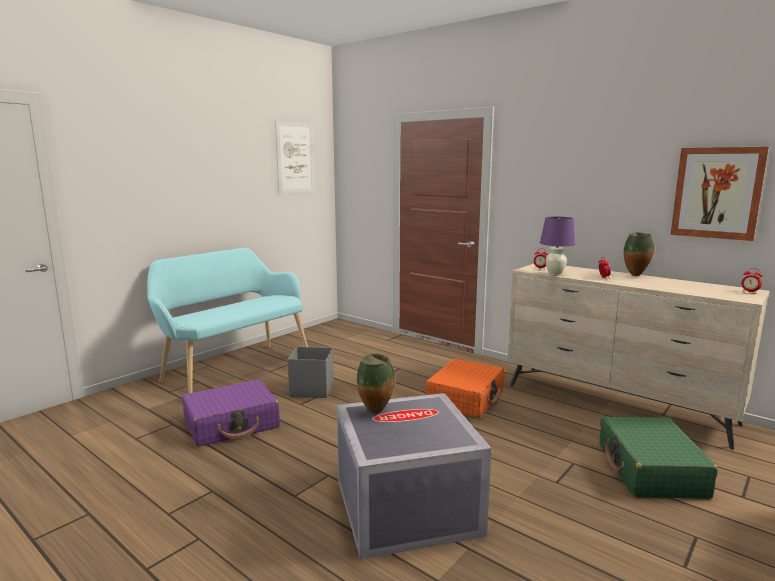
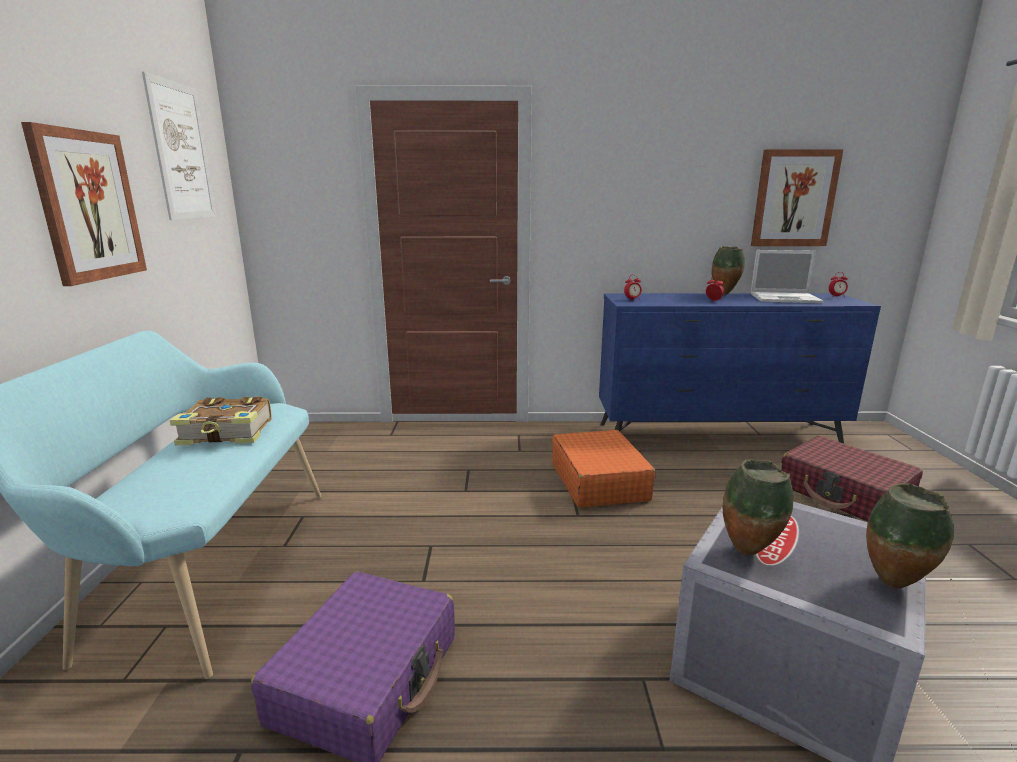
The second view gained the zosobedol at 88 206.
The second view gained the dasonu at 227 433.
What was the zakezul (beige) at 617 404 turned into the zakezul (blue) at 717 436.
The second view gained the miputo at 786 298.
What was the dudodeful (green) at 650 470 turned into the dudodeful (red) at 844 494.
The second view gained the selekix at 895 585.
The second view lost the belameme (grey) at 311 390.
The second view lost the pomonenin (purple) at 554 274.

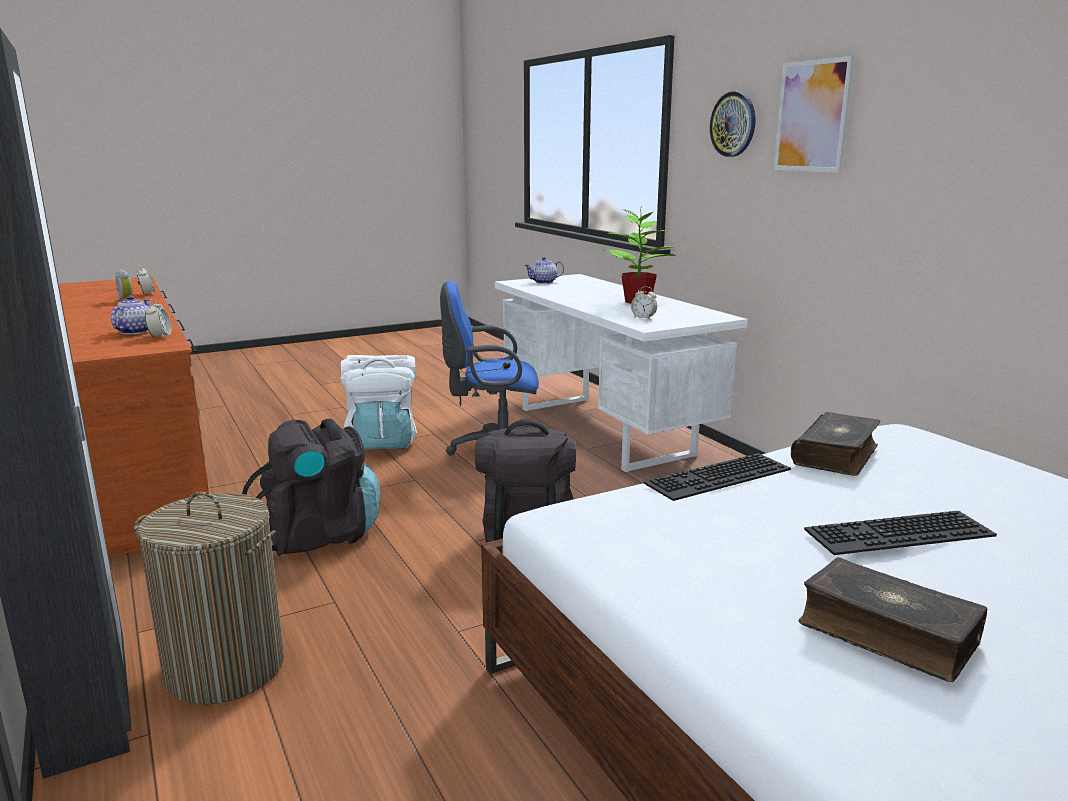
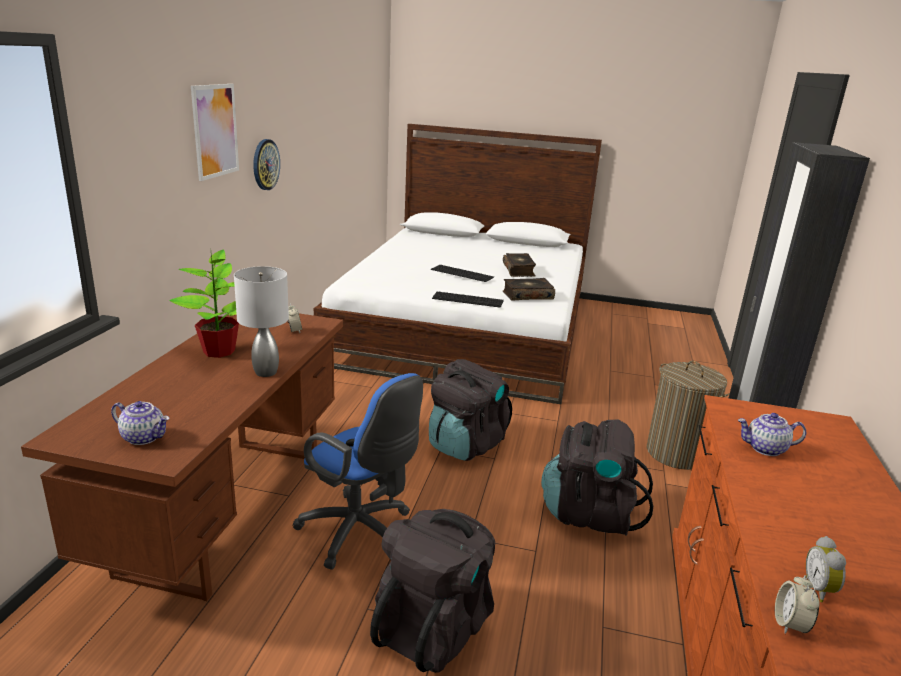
What was the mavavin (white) at 604 431 turned into the mavavin (brown) at 227 508.
The second view gained the pomonenin (grey) at 266 372.
The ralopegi ended up elsewhere, having gone from 733 124 to 265 164.
What was the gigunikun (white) at 383 441 turned into the gigunikun (black) at 434 627.
The dasonu ended up elsewhere, having gone from 837 455 to 527 295.
The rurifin at 134 331 ended up facing another way, 45 degrees clockwise from before.
The second view lost the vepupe at 160 336.

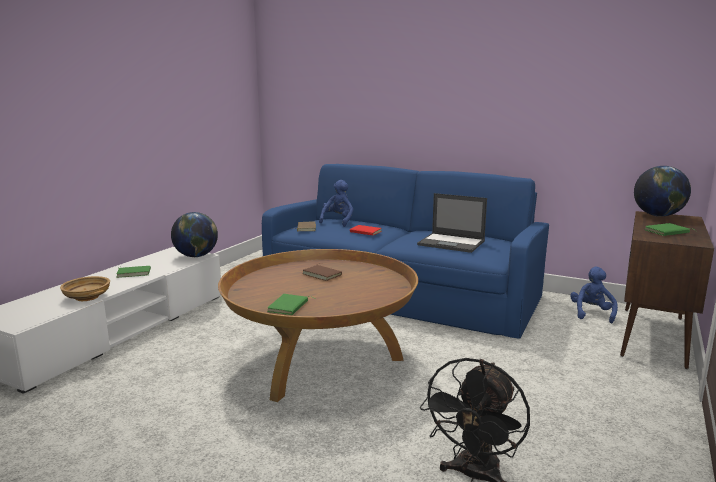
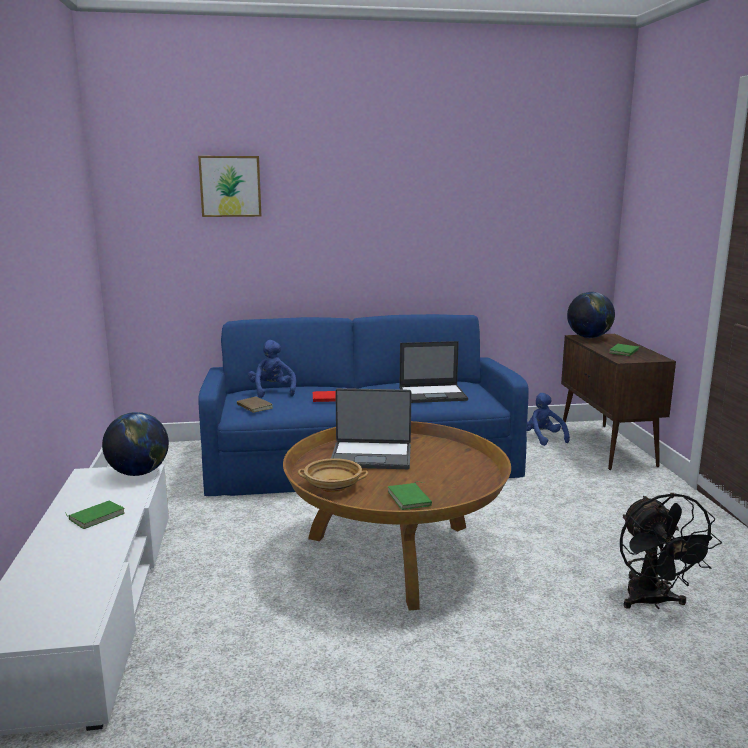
The second view gained the zosobedol at 230 186.
The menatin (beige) ended up elsewhere, having gone from 86 297 to 332 486.
Where the dasonu (brown) stood at 323 274, the miputo came to stand at 371 456.

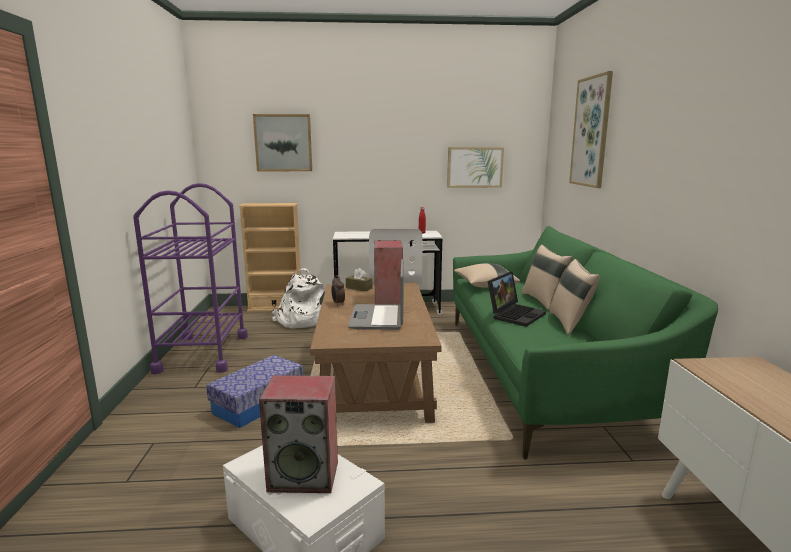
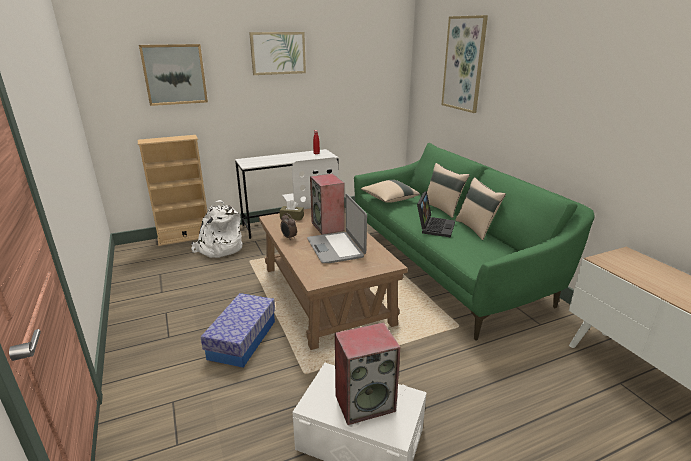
The zosobedol ended up elsewhere, having gone from 474 167 to 278 53.
The second view lost the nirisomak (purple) at 203 353.

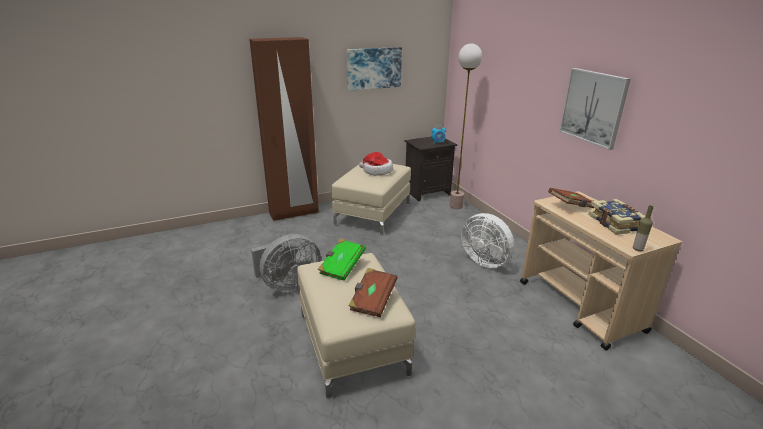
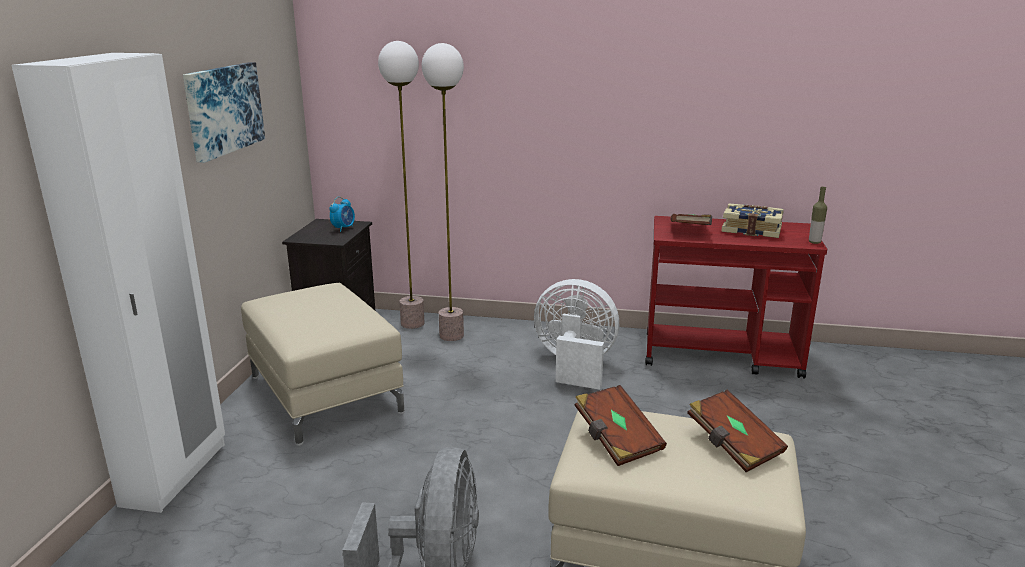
What was the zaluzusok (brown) at 294 213 turned into the zaluzusok (white) at 176 474.
The second view gained the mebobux at 452 335.
The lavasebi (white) at 486 261 ended up facing another way, 150 degrees counterclockwise from before.
What was the dasonu (green) at 341 267 turned into the dasonu (brown) at 616 439.
What was the nirisomak (beige) at 580 307 turned into the nirisomak (red) at 722 355.
The second view lost the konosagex at 376 171.
The second view lost the zosobedol at 593 107.

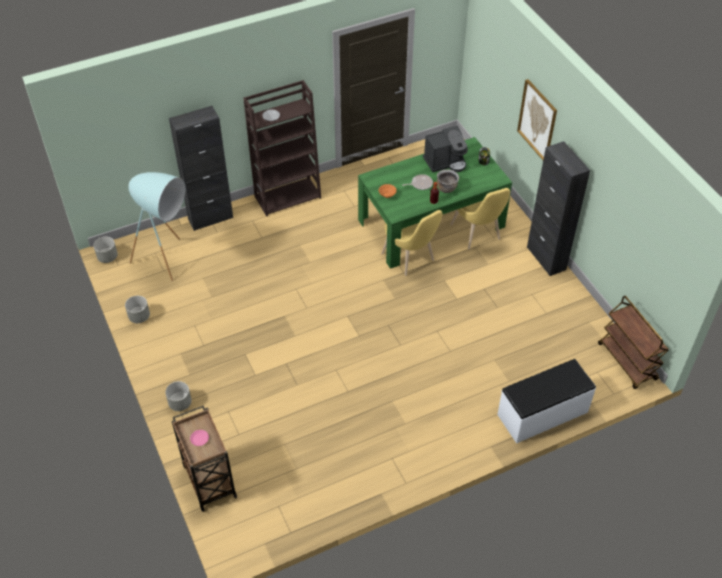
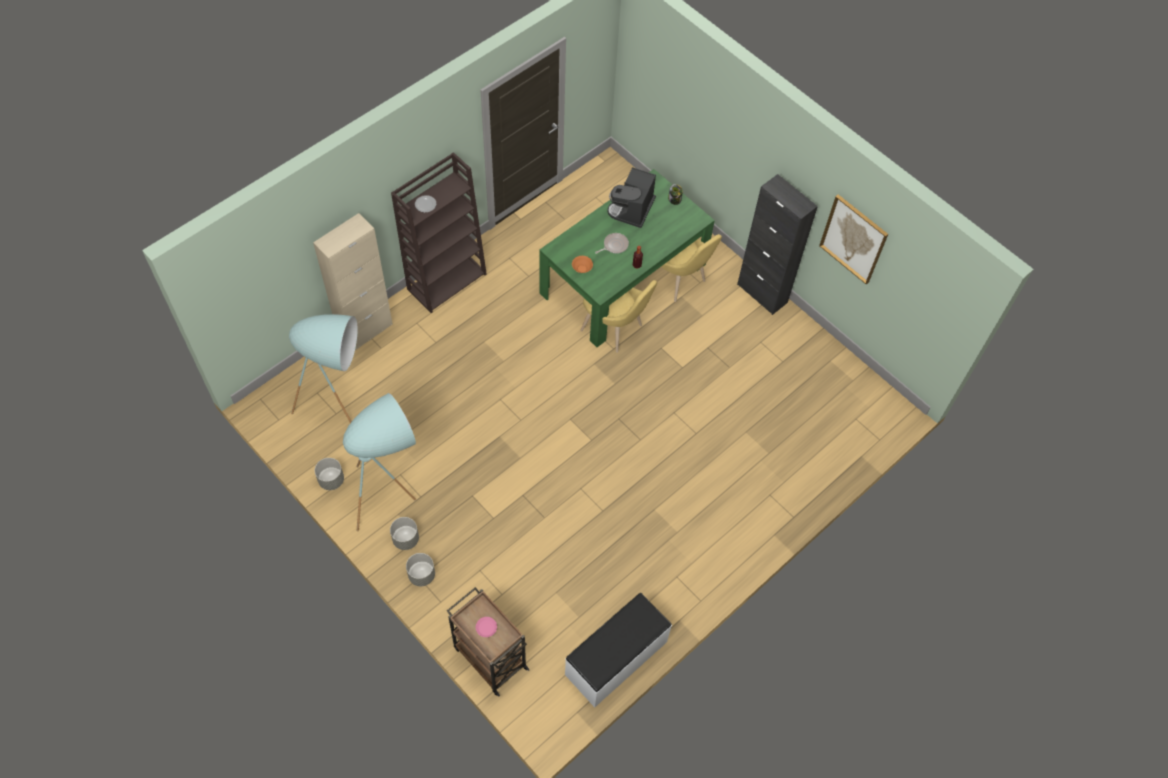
What was the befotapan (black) at 210 218 turned into the befotapan (beige) at 365 331.
The second view gained the mebobux (turquoise) at 389 492.
The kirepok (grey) ended up elsewhere, having gone from 107 257 to 405 539.
The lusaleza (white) ended up elsewhere, having gone from 543 414 to 616 659.
The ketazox at 445 162 ended up facing another way, 150 degrees clockwise from before.
The zosobedol ended up elsewhere, having gone from 537 120 to 853 239.
The second view lost the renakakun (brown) at 446 188.
The second view lost the nirisomak (brown) at 627 362.

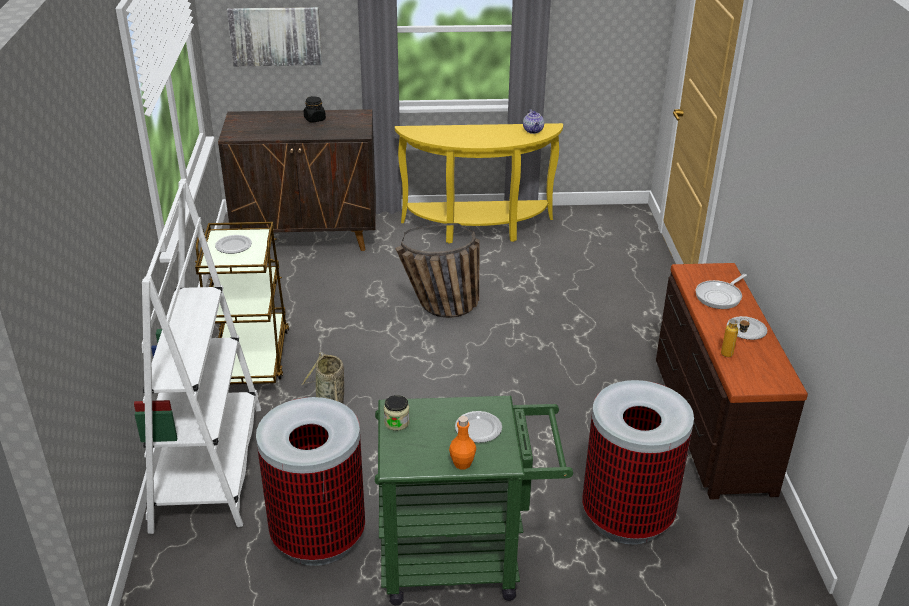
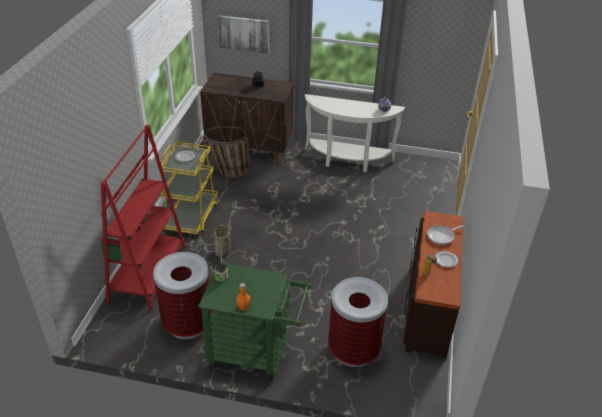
What was the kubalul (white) at 209 466 turned into the kubalul (red) at 148 273.
What was the nirisomak (brown) at 251 357 turned into the nirisomak (yellow) at 192 216.
The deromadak ended up elsewhere, having gone from 439 309 to 226 172.
What was the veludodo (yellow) at 478 230 turned into the veludodo (white) at 347 161.
The second view lost the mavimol at 478 429.

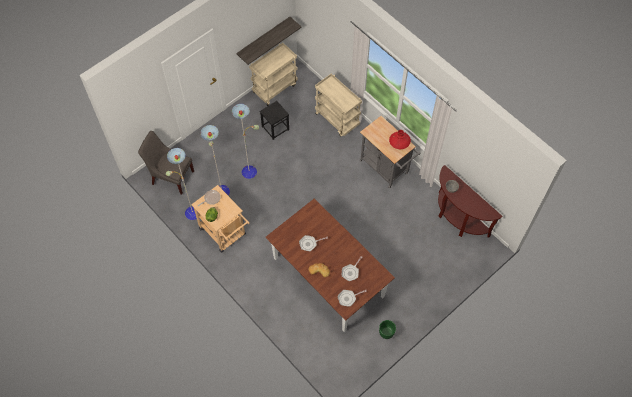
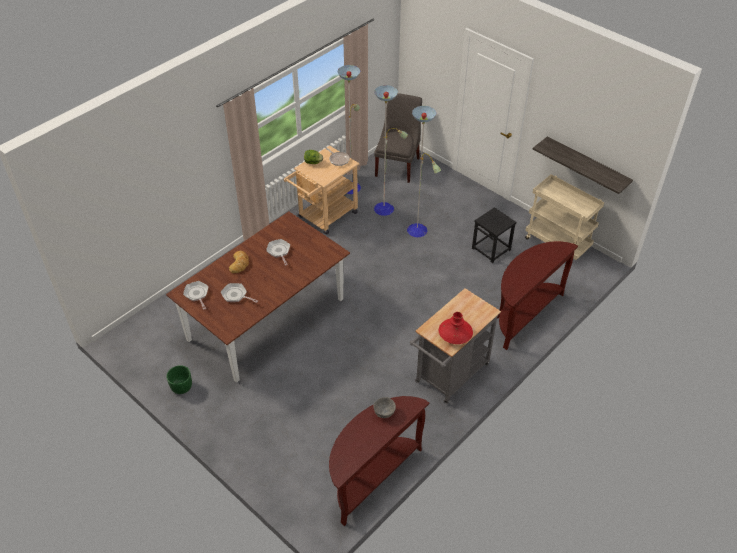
Where the nirisomak (beige) stood at 337 119, the veludodo (brown) came to stand at 524 314.

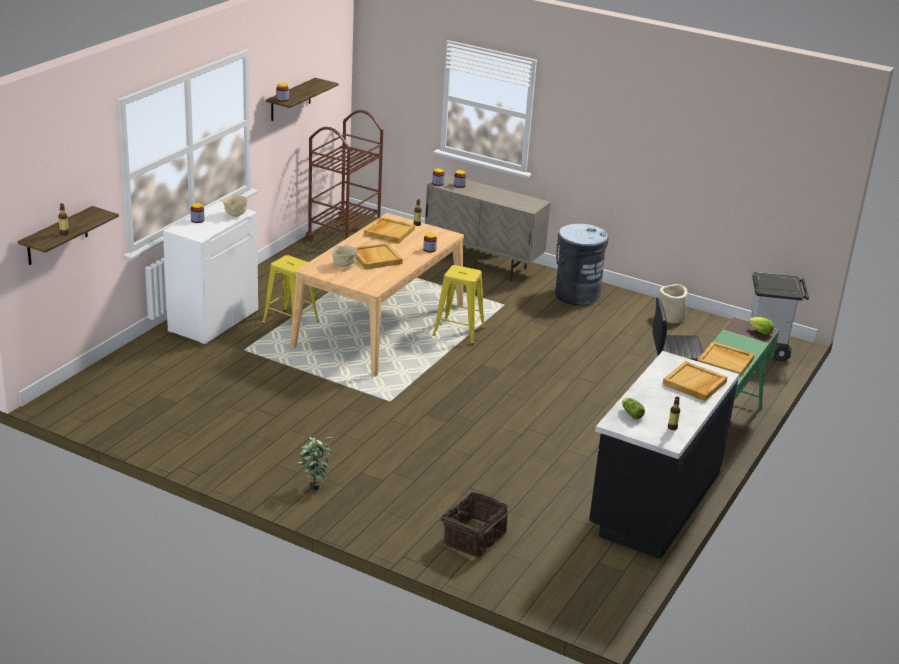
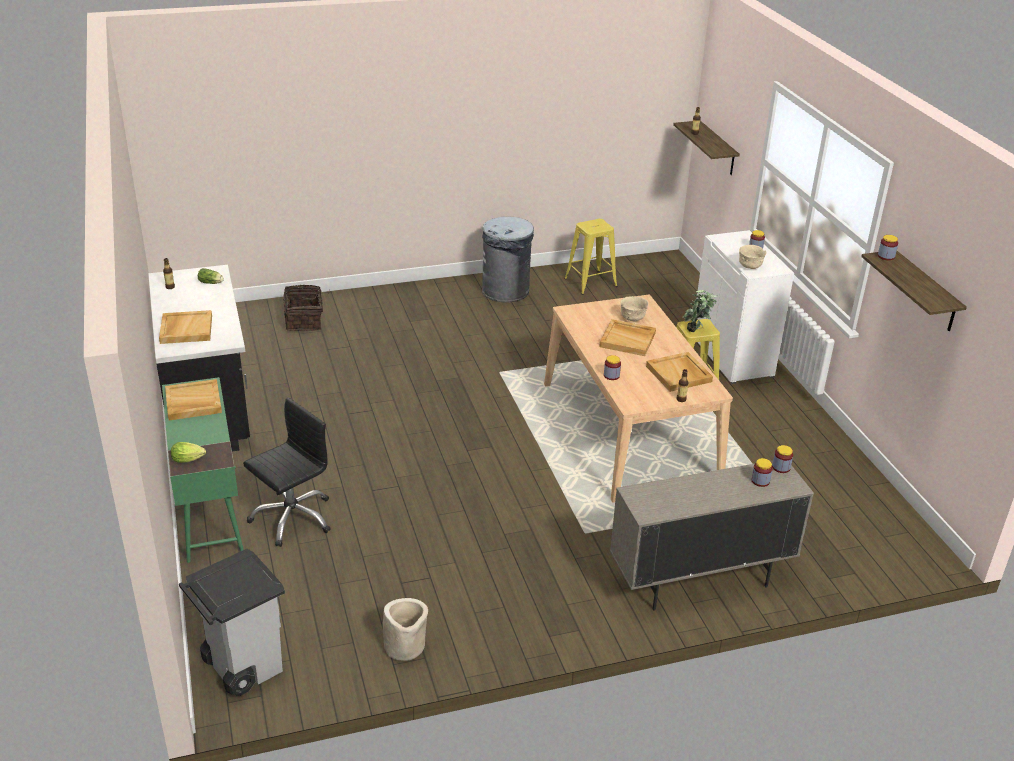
The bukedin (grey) ended up elsewhere, having gone from 576 295 to 506 291.
The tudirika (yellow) ended up elsewhere, having gone from 458 331 to 590 282.
The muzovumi ended up elsewhere, having gone from 314 485 to 696 333.
The second view lost the nirisomak (brown) at 344 234.

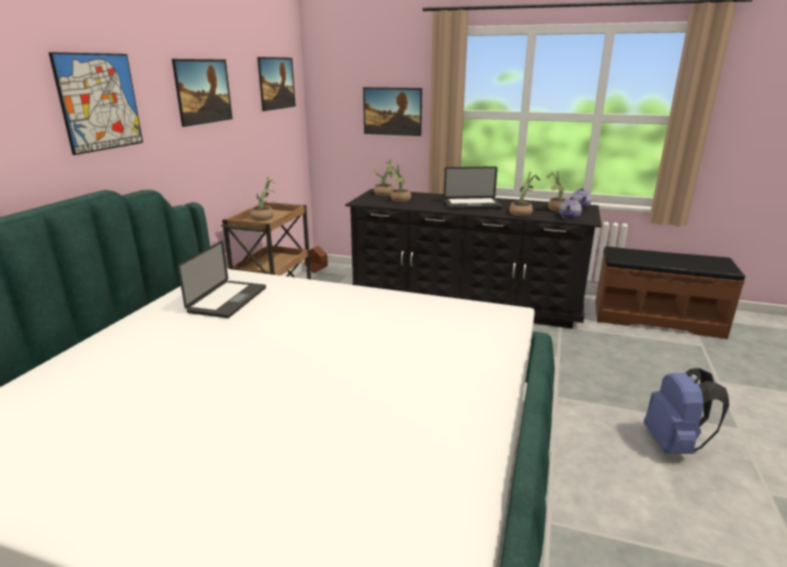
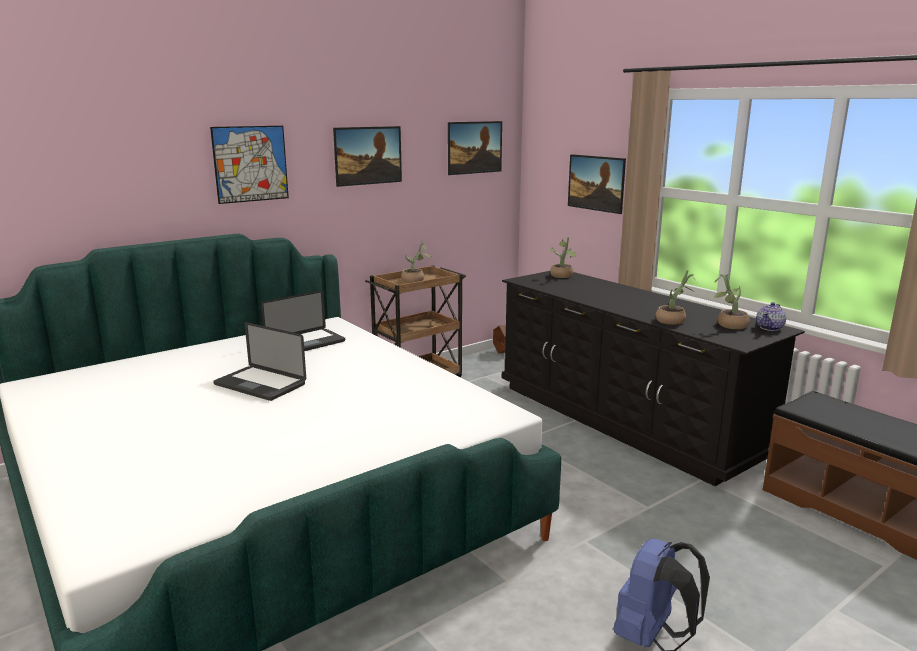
The miputo ended up elsewhere, having gone from 472 205 to 260 384.
The second view lost the muzovumi at 399 200.
The second view lost the rurifin at 569 217.

